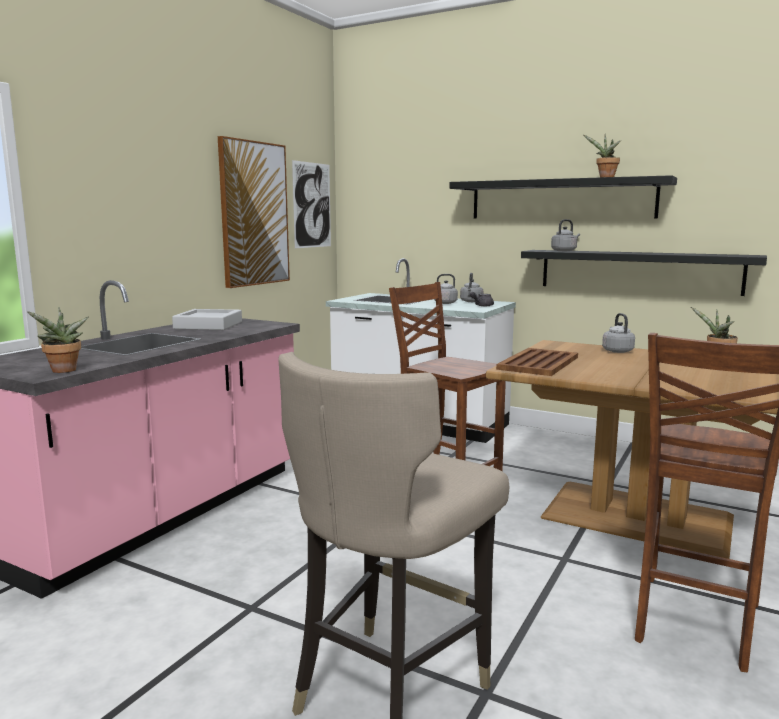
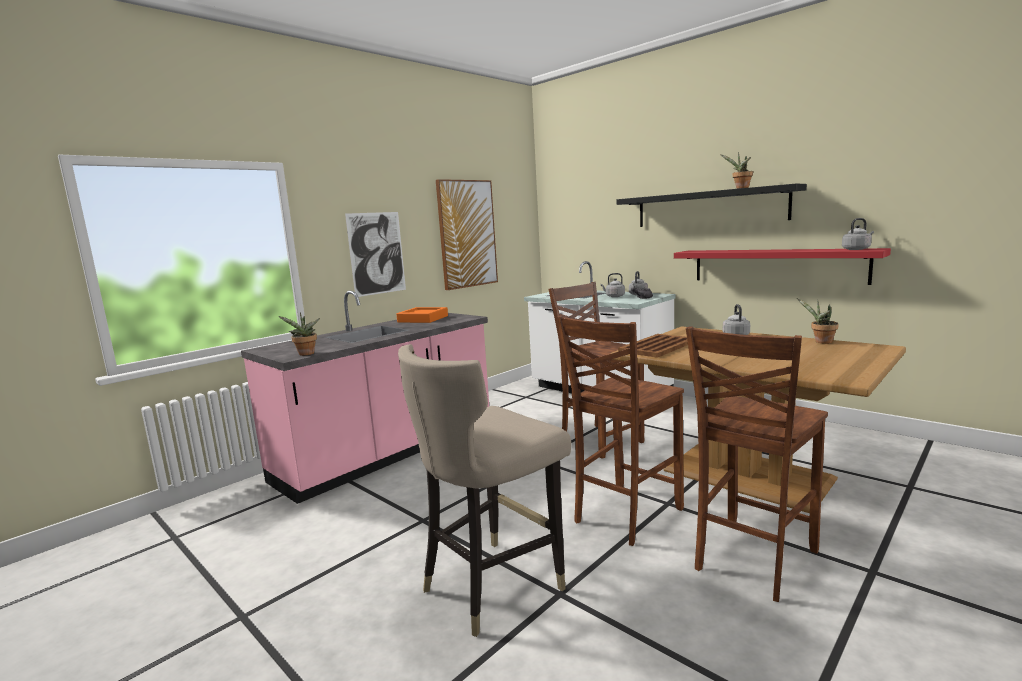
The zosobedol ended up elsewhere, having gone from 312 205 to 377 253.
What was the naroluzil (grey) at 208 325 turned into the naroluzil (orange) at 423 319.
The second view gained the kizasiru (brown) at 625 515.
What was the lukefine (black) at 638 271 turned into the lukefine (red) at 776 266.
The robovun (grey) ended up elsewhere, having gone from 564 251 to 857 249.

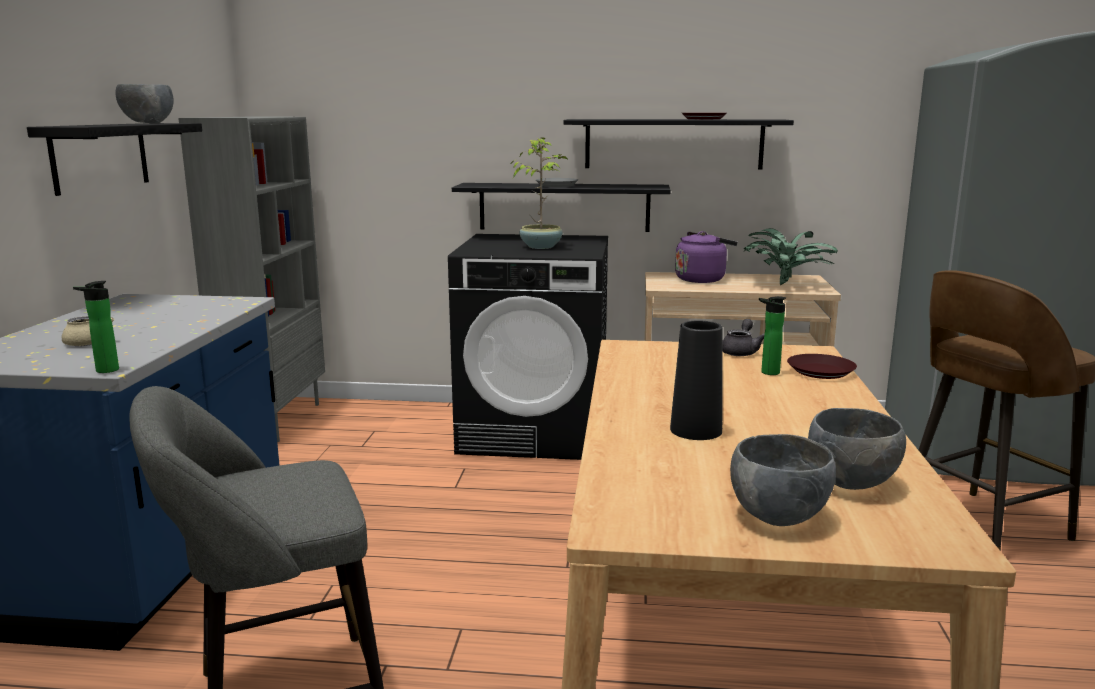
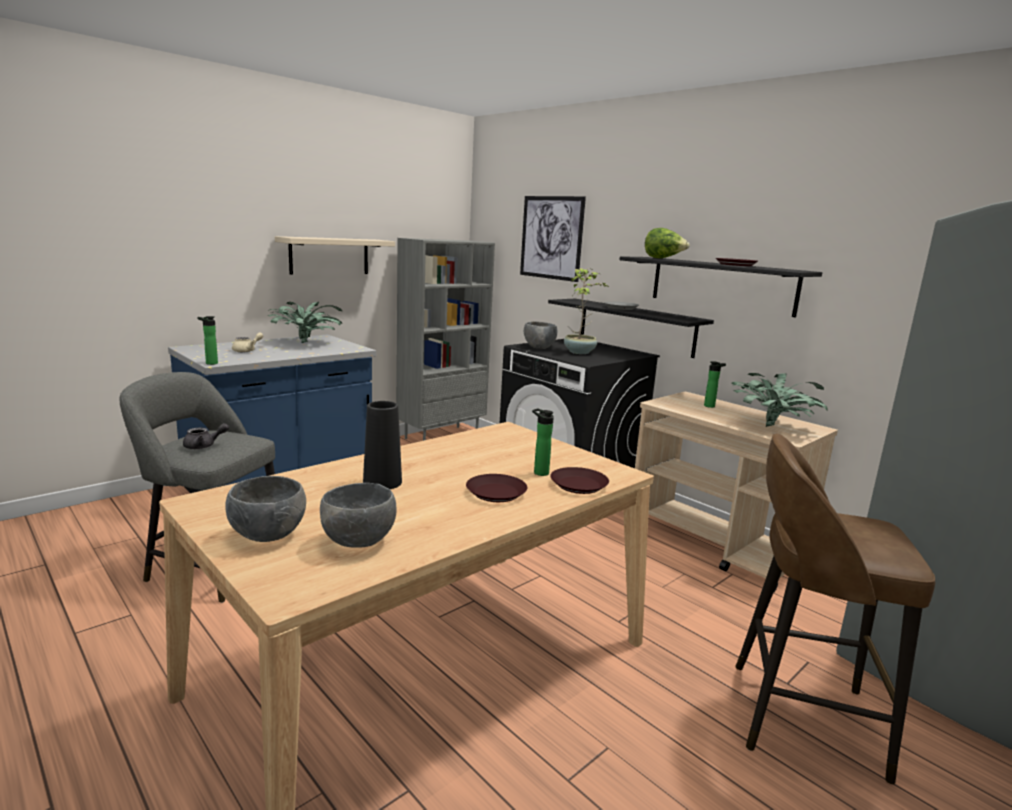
The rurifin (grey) ended up elsewhere, having gone from 741 351 to 204 446.
The second view gained the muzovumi at 306 343.
What was the lukefine (black) at 100 156 turned into the lukefine (beige) at 329 256.
The second view gained the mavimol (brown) at 496 493.
The second view gained the zosobedol at 551 237.
The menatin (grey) ended up elsewhere, having gone from 147 123 to 539 347.
The second view gained the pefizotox at 663 258.
Where the robovun (purple) stood at 702 279, the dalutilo came to stand at 711 406.

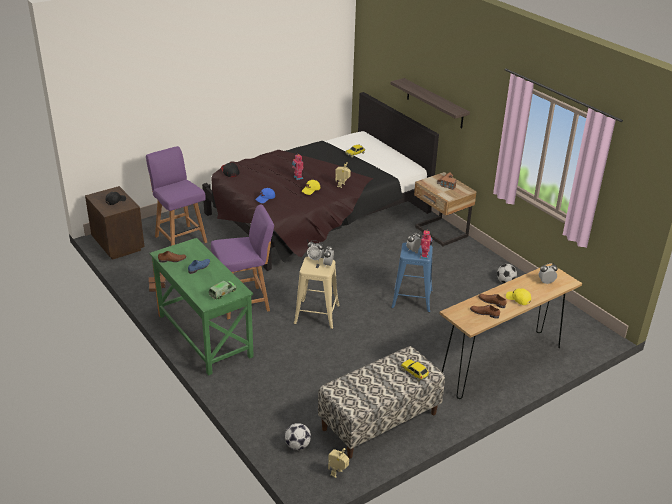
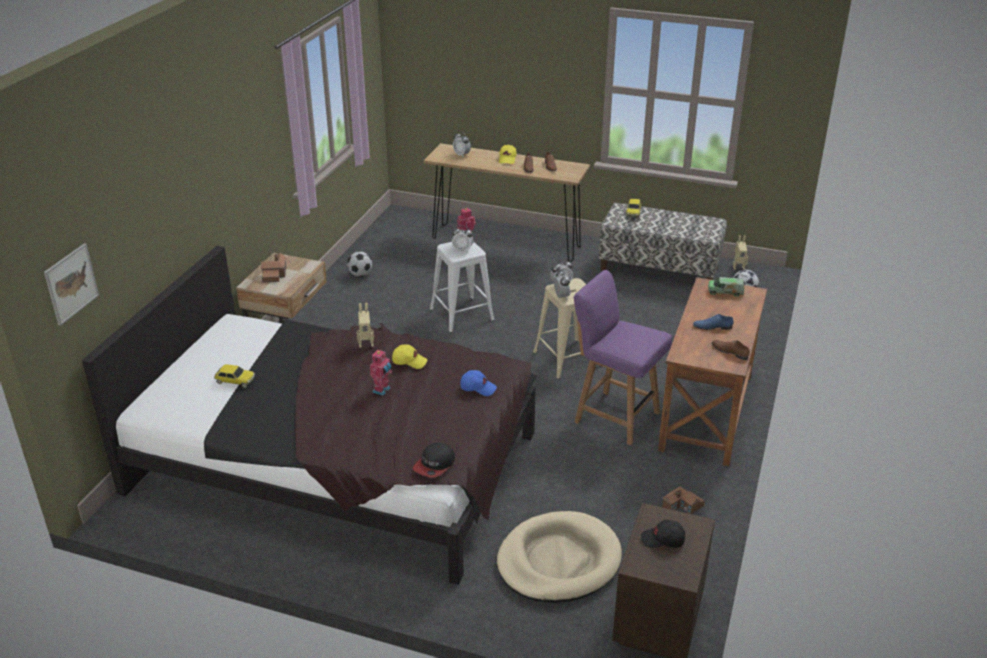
The second view gained the zosobedol at 71 283.
What was the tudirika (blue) at 412 299 turned into the tudirika (white) at 462 314.
Where the kizasiru (purple) stood at 180 238, the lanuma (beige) came to stand at 558 561.
What was the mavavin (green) at 204 336 turned into the mavavin (brown) at 707 412.
The second view lost the lukefine at 434 103.

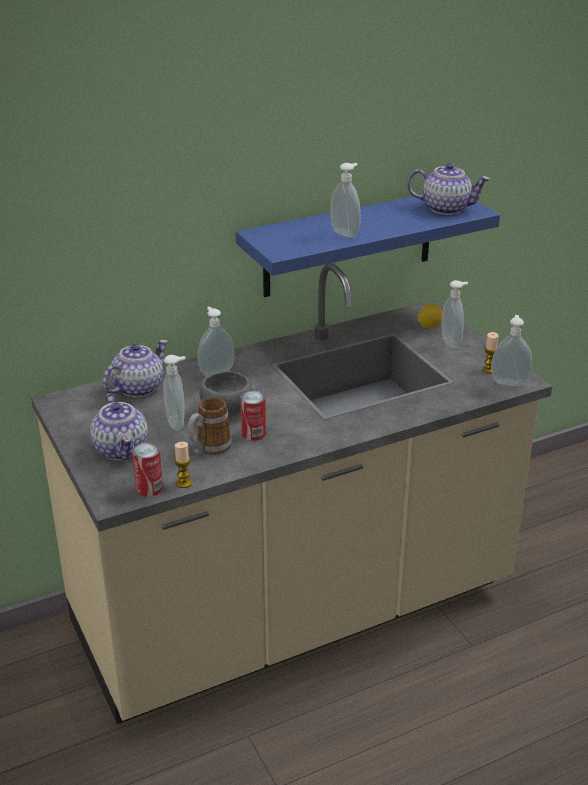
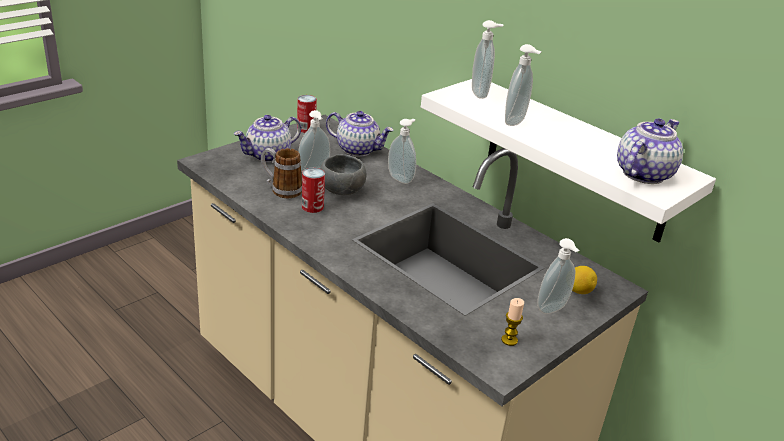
The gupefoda ended up elsewhere, having gone from 149 488 to 306 128.
What was the lukefine (blue) at 348 243 turned into the lukefine (white) at 576 159.
The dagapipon ended up elsewhere, having gone from 509 382 to 481 94.
The rurifin at 446 208 ended up facing another way, 135 degrees counterclockwise from before.
The second view lost the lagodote at 184 483.

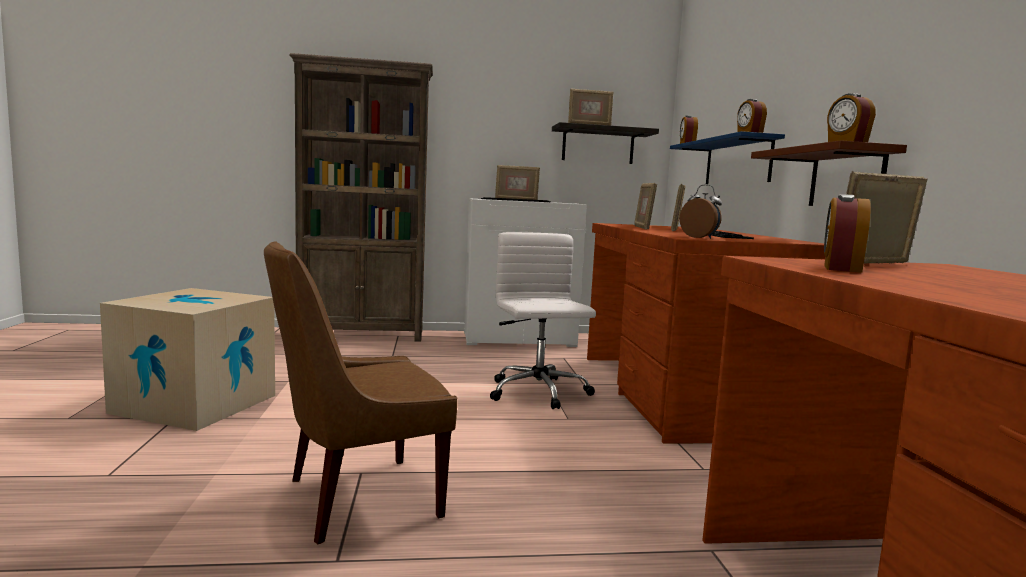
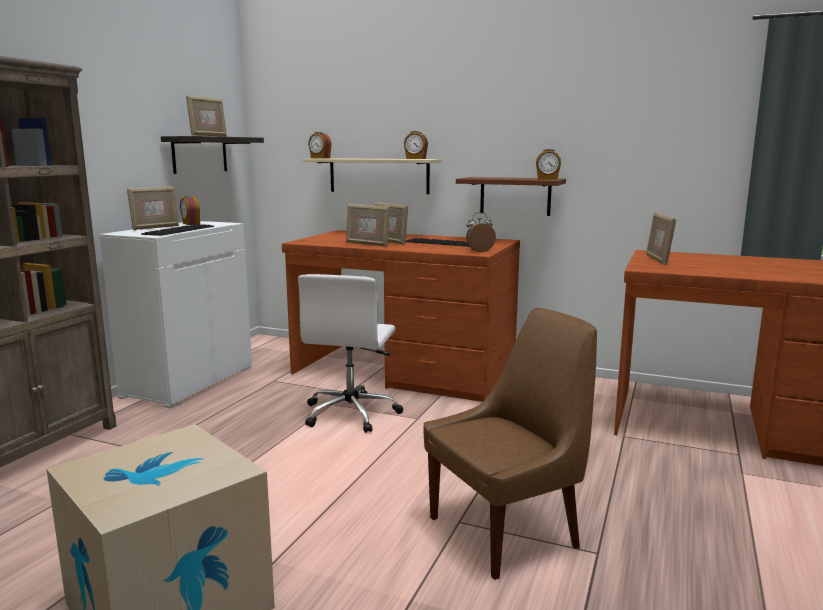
The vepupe ended up elsewhere, having gone from 840 269 to 190 224.
The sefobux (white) at 538 393 ended up facing another way, 90 degrees counterclockwise from before.
What was the lukefine (blue) at 737 162 turned into the lukefine (beige) at 378 175.
The kizasiru (brown) at 357 499 ended up facing another way, 120 degrees counterclockwise from before.

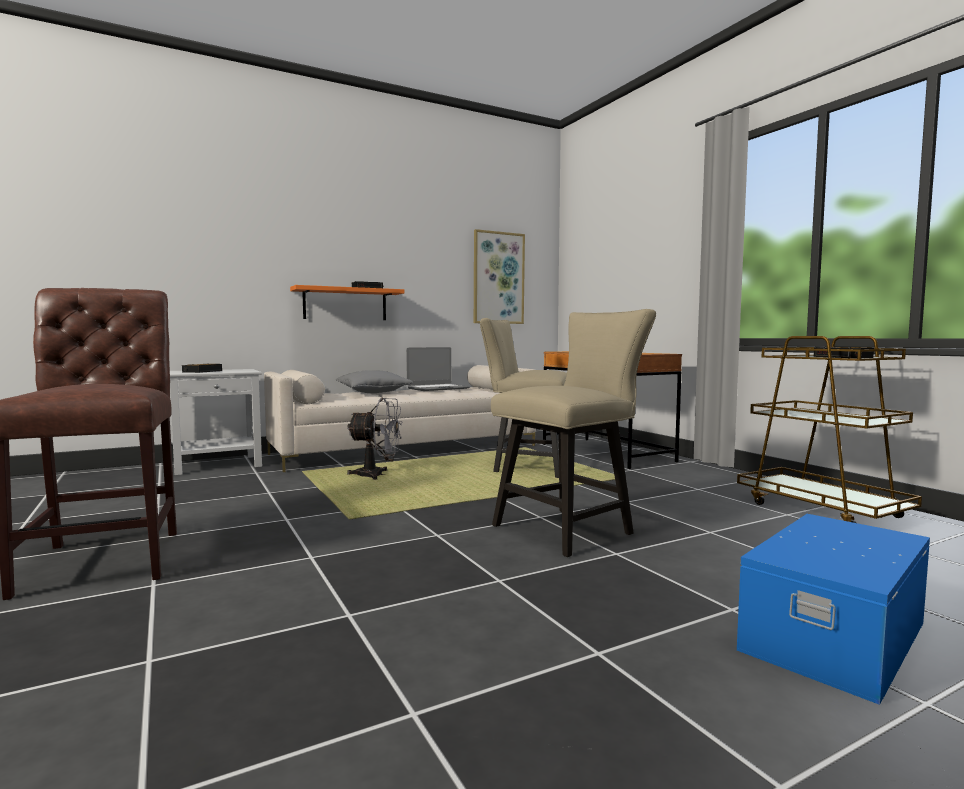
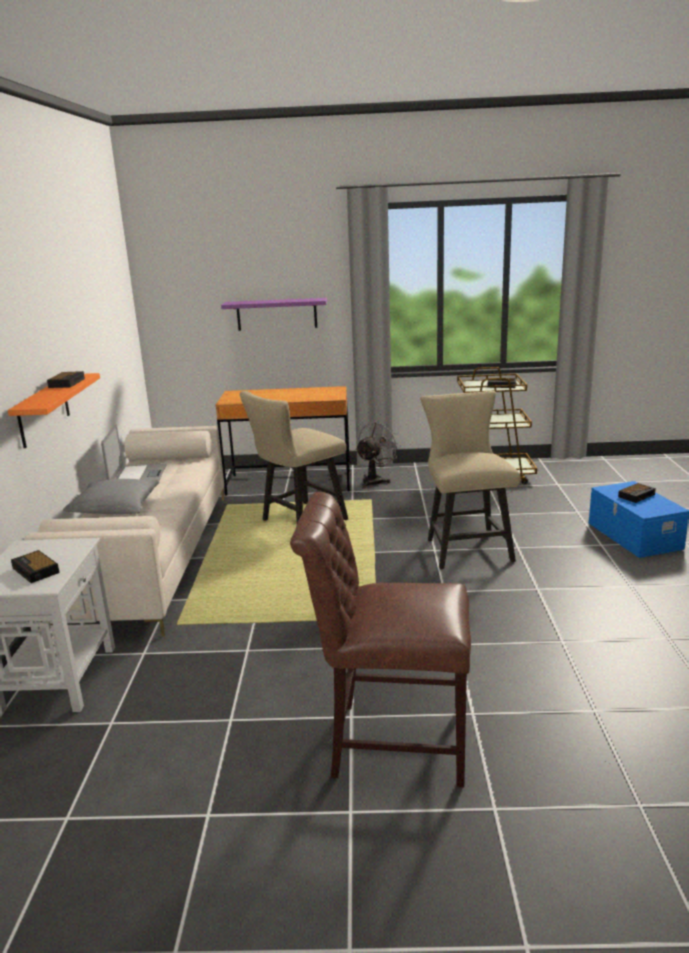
The second view gained the lukefine (purple) at 276 314.
The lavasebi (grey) ended up elsewhere, having gone from 377 475 to 375 480.
The second view gained the vepupe at 637 495.
The second view lost the zosobedol at 498 278.

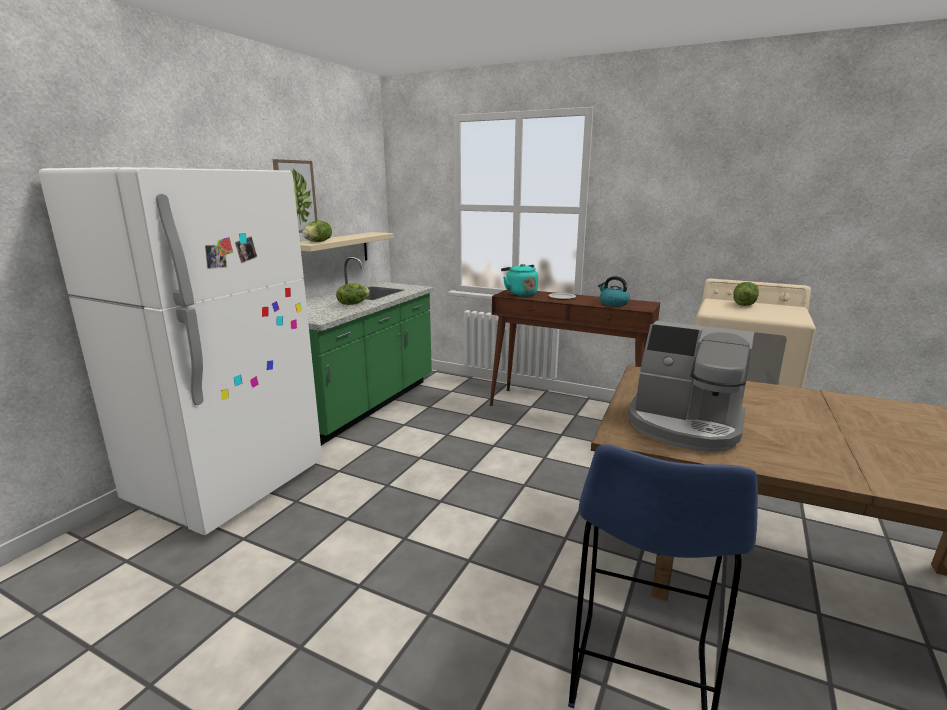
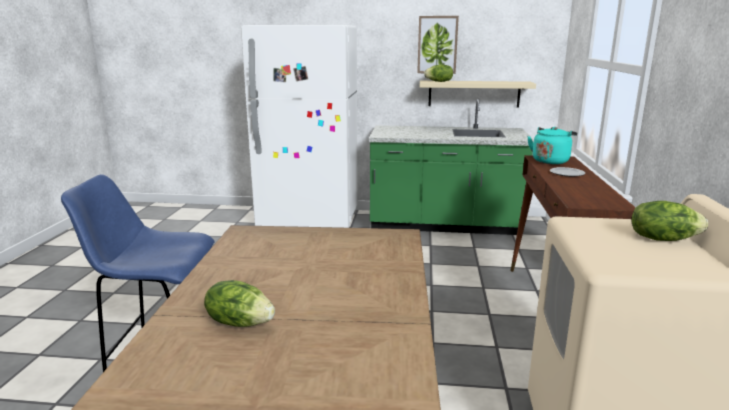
The pefizotox ended up elsewhere, having gone from 353 304 to 240 322.
The second view lost the robovun at 613 303.
The second view lost the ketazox at 684 425.

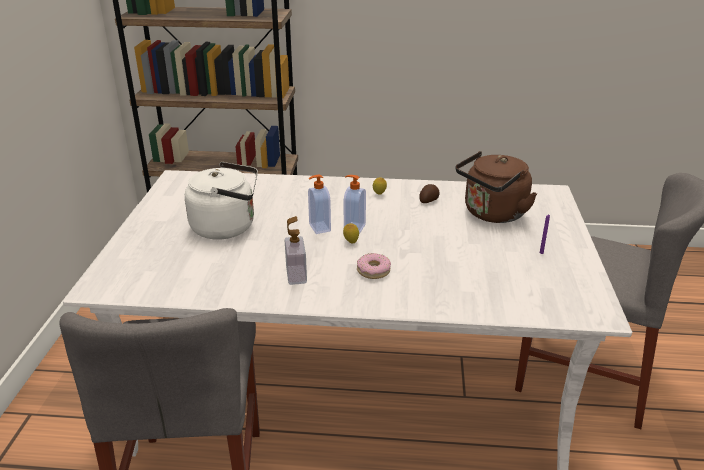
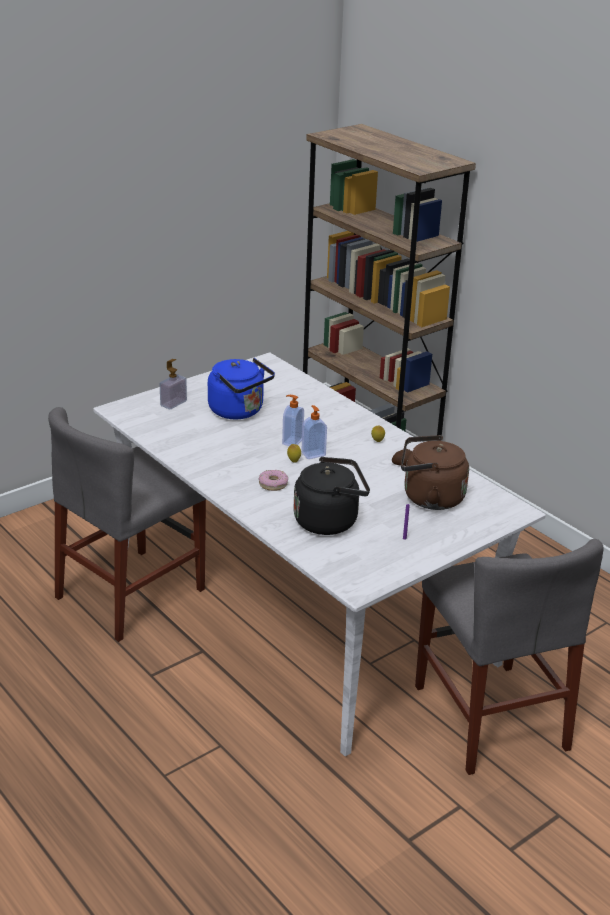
The dagapipon ended up elsewhere, having gone from 296 275 to 173 403.
What was the robovun (white) at 227 227 turned into the robovun (blue) at 239 411.
The second view gained the robovun (black) at 329 521.

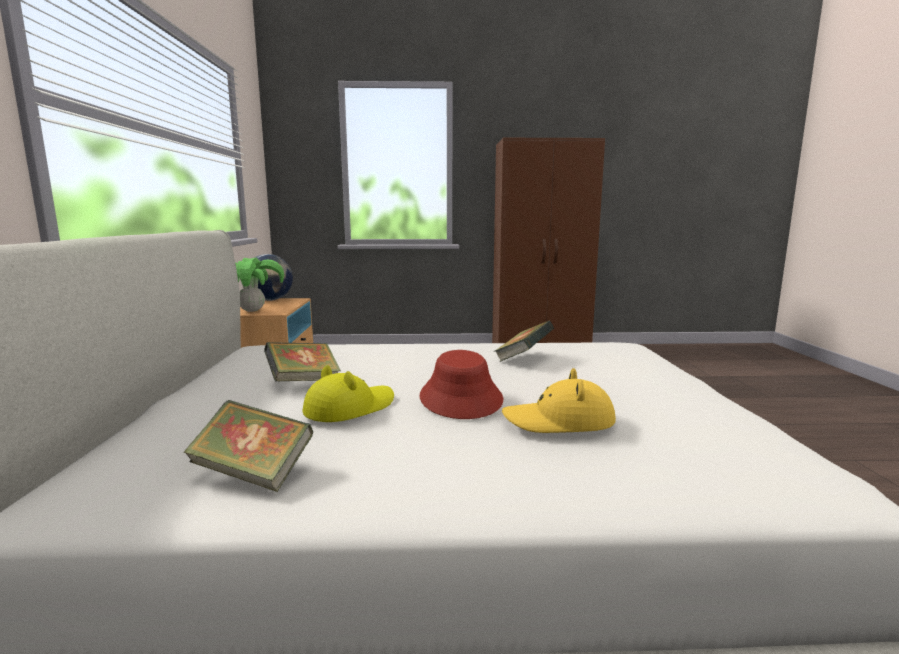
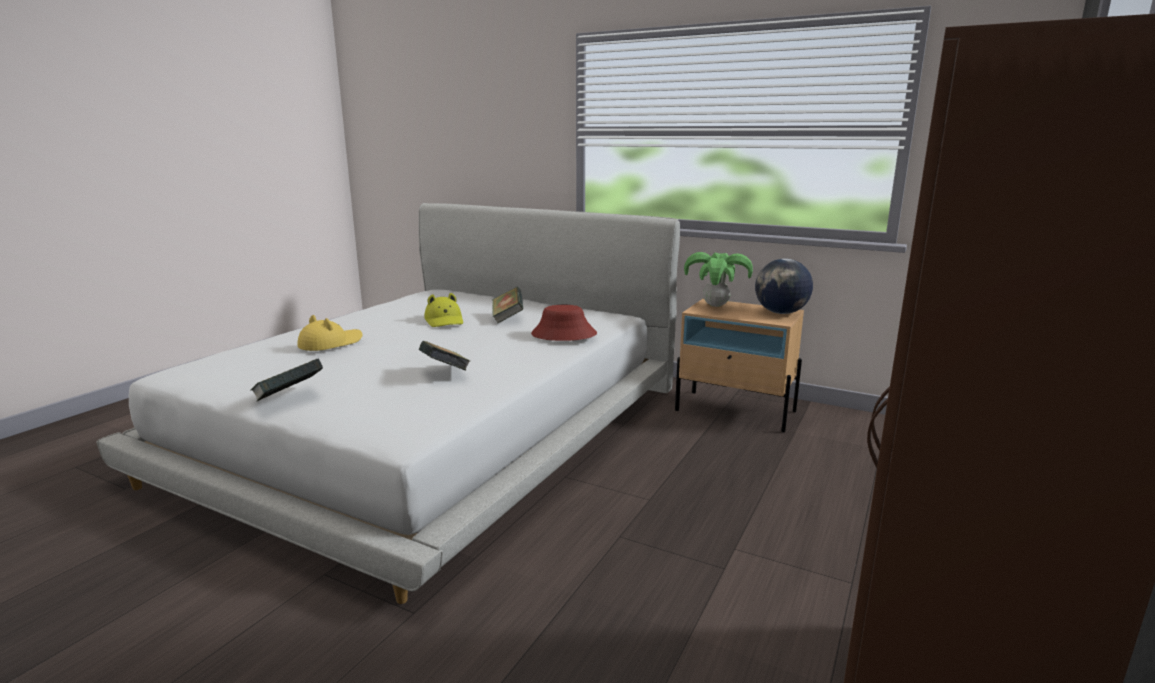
The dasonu ended up elsewhere, having gone from 253 473 to 289 398.
The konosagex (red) ended up elsewhere, having gone from 461 398 to 563 334.

